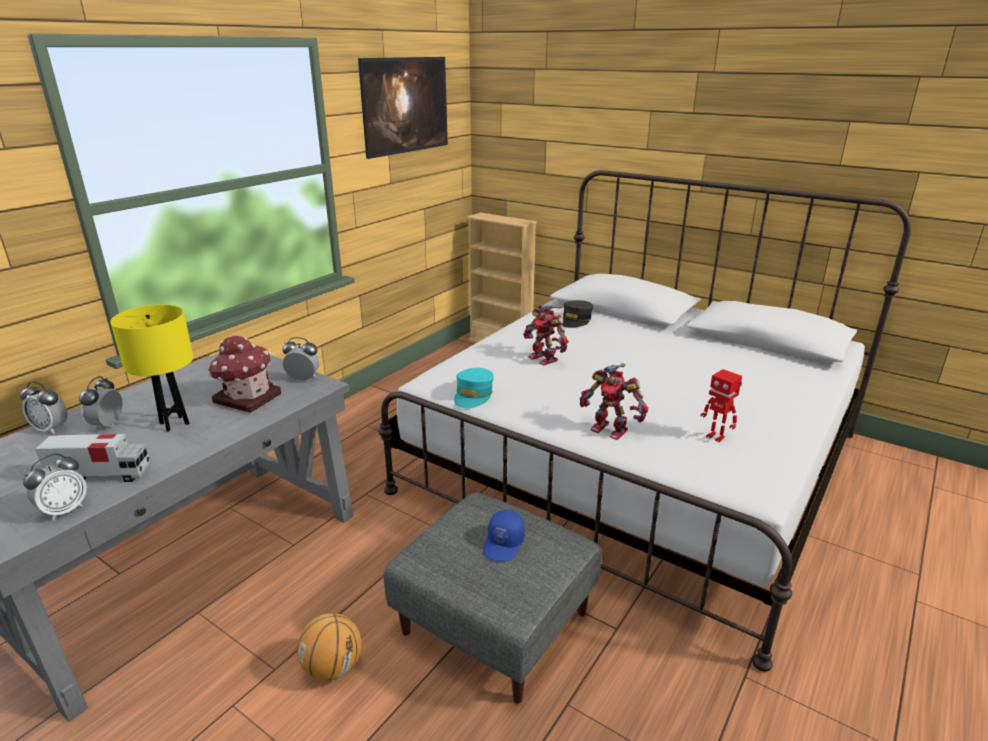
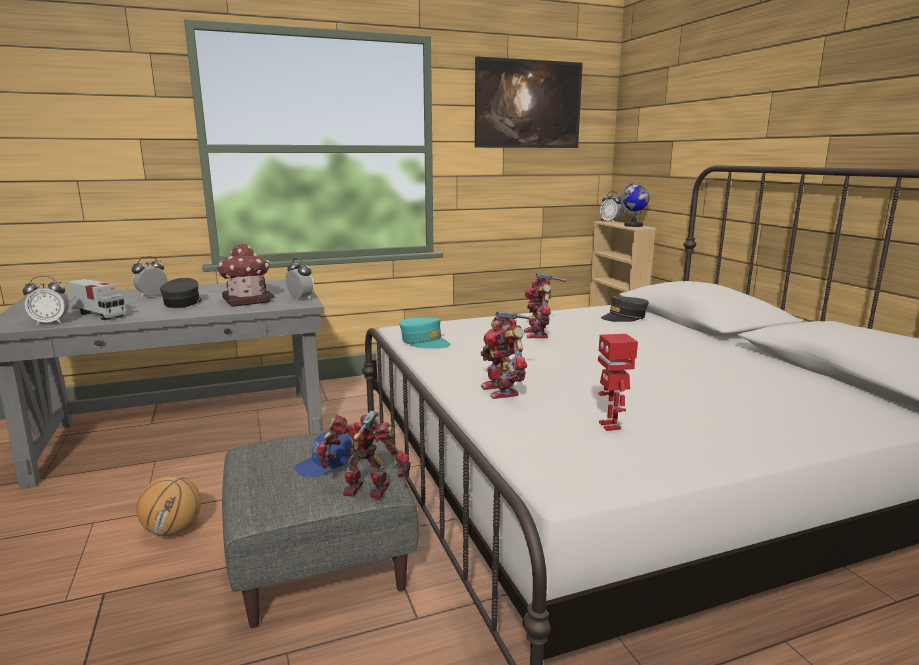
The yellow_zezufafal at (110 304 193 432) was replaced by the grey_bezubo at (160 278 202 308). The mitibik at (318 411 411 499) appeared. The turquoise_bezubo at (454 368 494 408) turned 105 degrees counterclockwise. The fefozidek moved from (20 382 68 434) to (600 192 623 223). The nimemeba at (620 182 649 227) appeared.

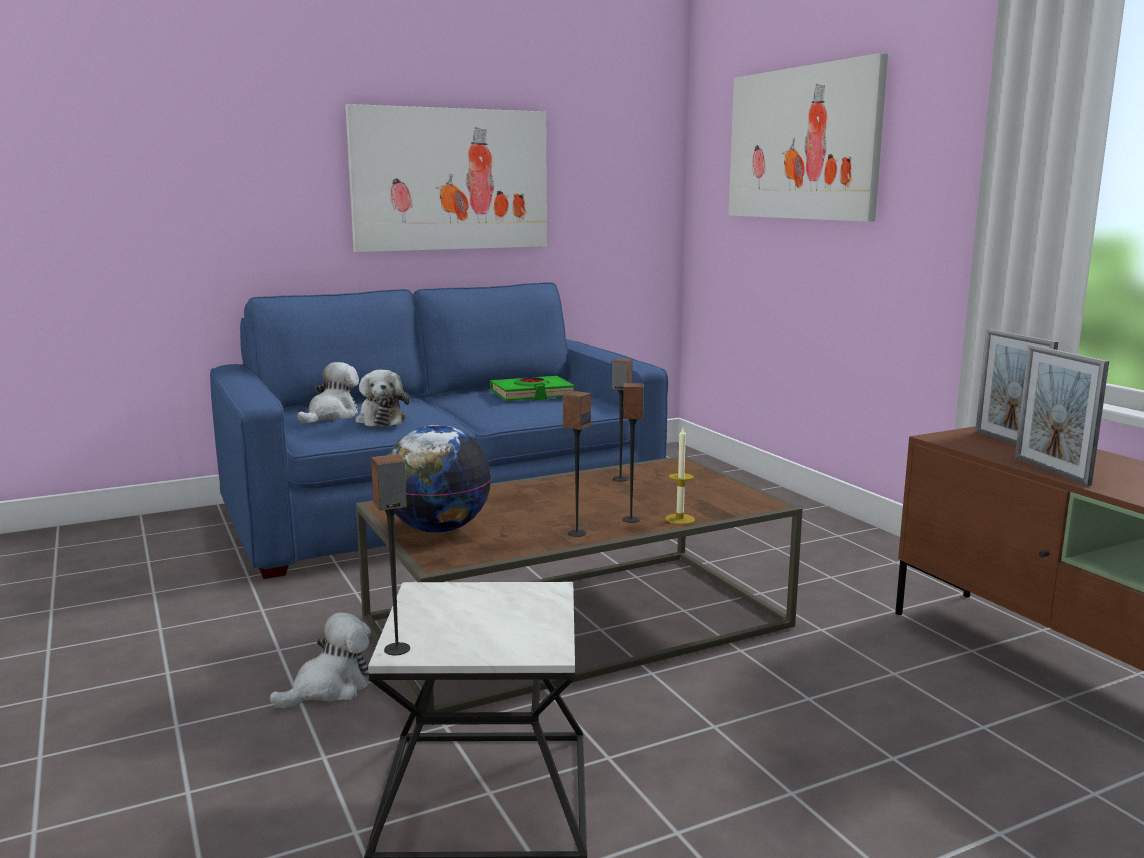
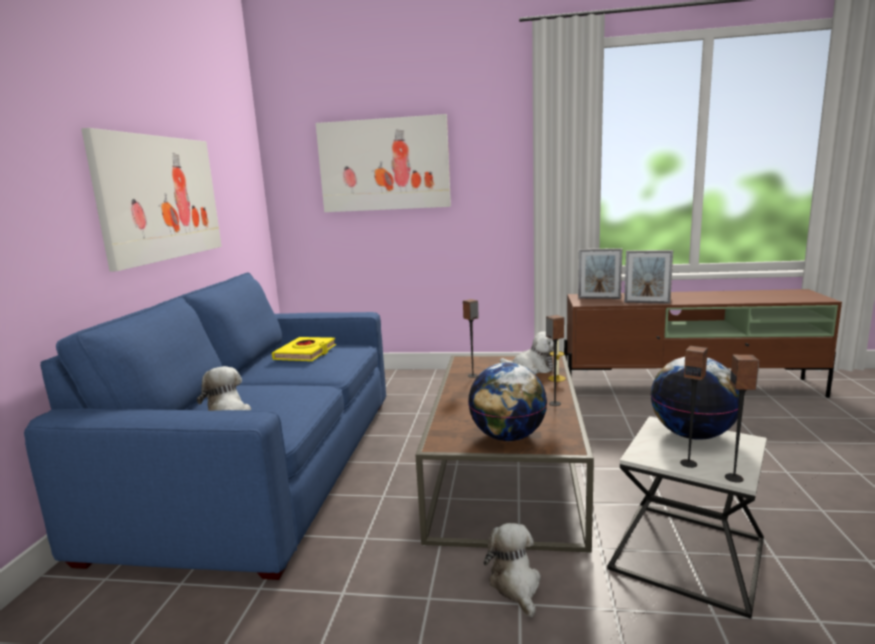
The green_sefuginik at (490 376 575 401) became the yellow_sefuginik at (272 337 336 361). The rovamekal moved from (355 370 410 427) to (500 331 554 374). The nimemeba at (650 357 739 440) appeared. The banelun moved from (622 383 644 523) to (680 346 708 468).

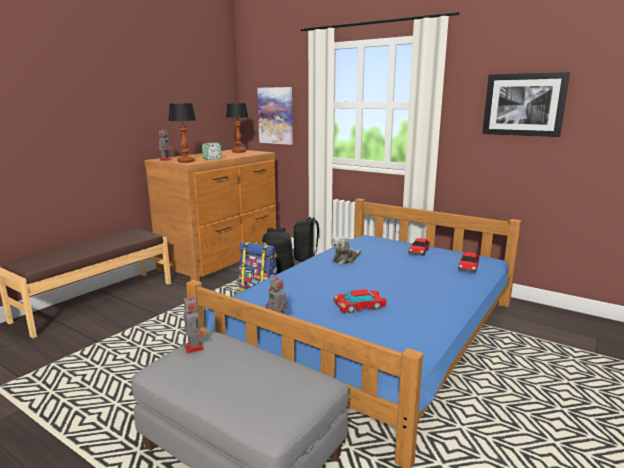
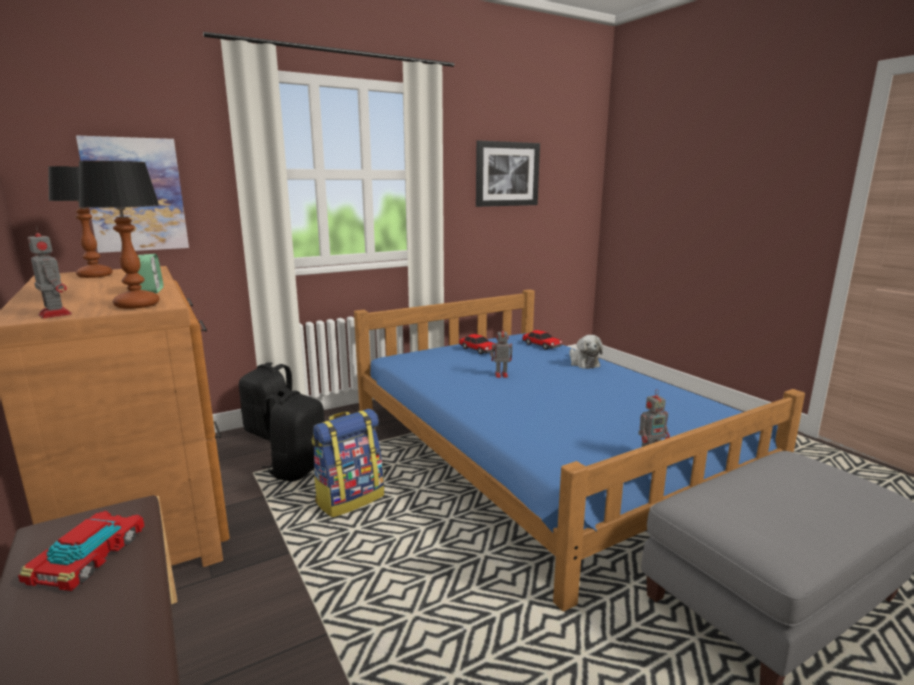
The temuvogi moved from (334 289 387 313) to (18 511 144 591). The mitibik moved from (184 292 204 353) to (490 326 512 378). The rovamekal moved from (332 236 361 265) to (570 335 603 369).

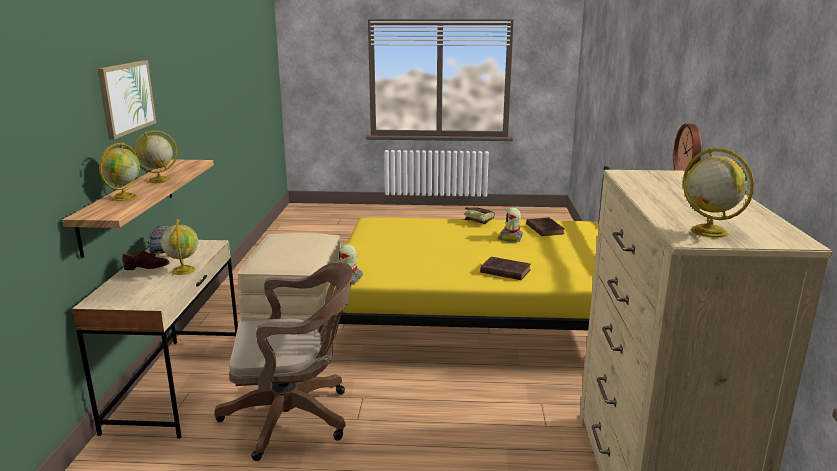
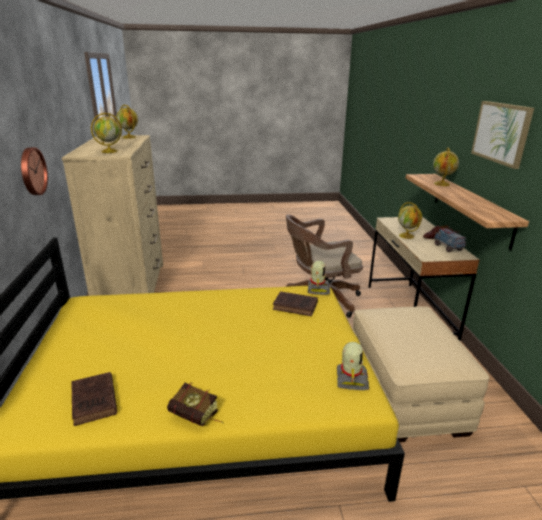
The nimemeba moved from (133 131 178 183) to (91 113 122 153). The brown_sefuginik moved from (480 257 531 280) to (273 291 318 316). The mitibik moved from (498 208 523 242) to (337 342 369 390).

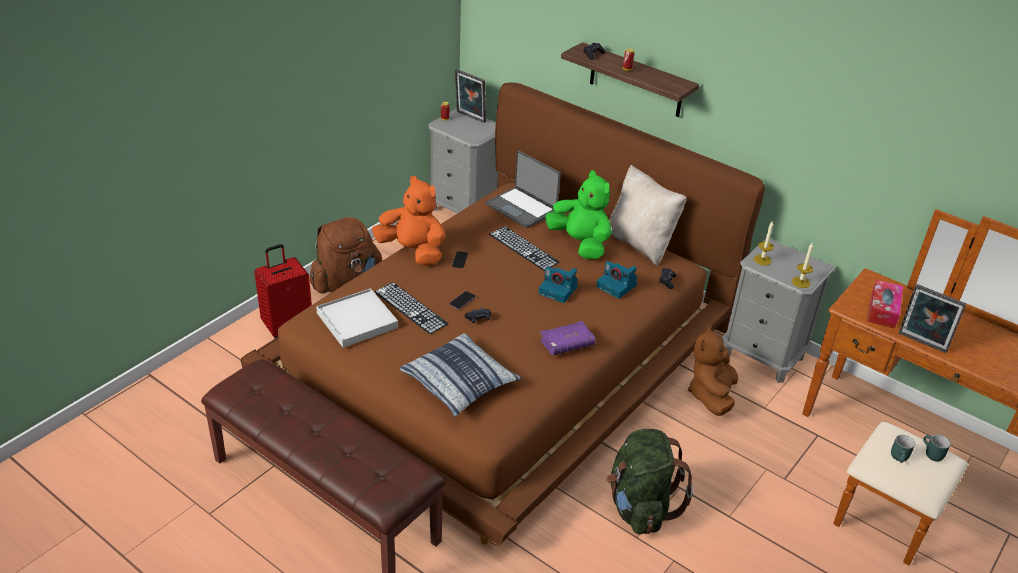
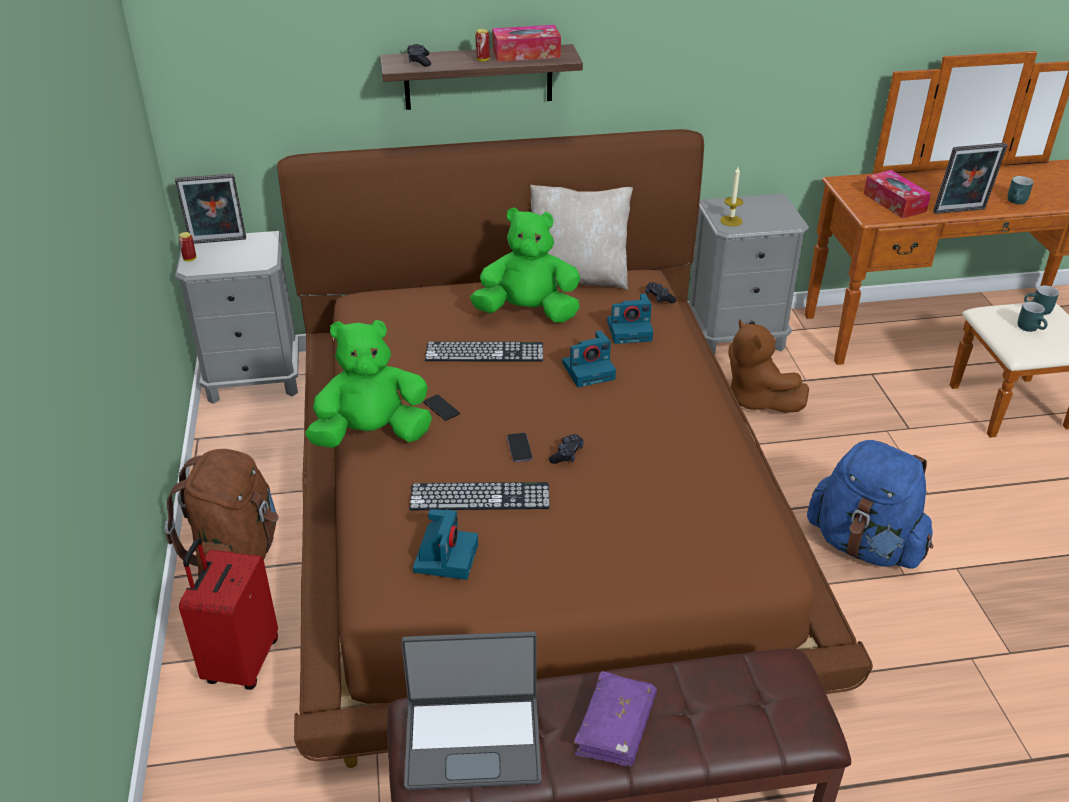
The orange_rovamekal at (372 176 445 266) became the green_rovamekal at (305 320 432 448). The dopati moved from (486 150 561 228) to (401 631 542 790). The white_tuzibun at (316 288 398 348) was replaced by the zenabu at (413 509 478 580). The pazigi at (492 25 561 62) appeared. The purple_sefuginik moved from (540 321 595 355) to (574 671 657 766). The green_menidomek at (606 429 694 534) became the blue_menidomek at (807 440 933 569). The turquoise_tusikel at (1007 176 1034 204) appeared. The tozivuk at (400 333 522 417) disappeared. The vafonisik at (792 243 813 288) disappeared.

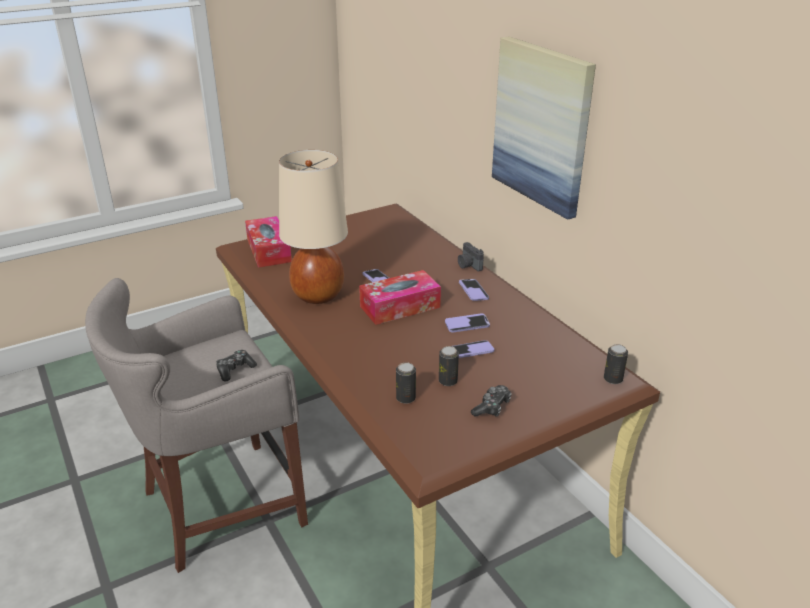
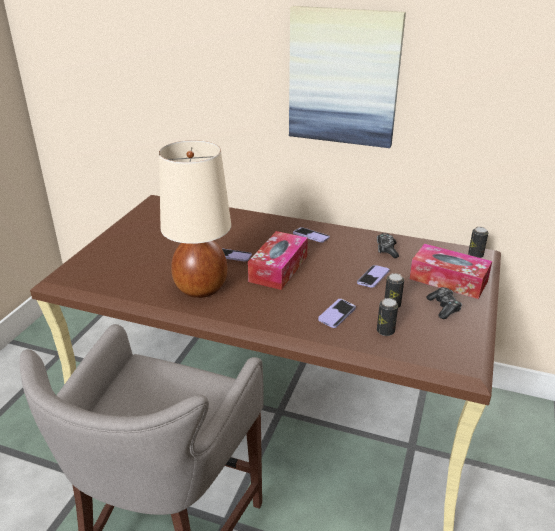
The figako moved from (445 313 490 333) to (318 299 356 328). The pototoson moved from (216 350 257 381) to (377 233 399 258). The pazigi moved from (245 216 292 268) to (410 244 492 299). The zenabu at (458 242 484 271) disappeared.

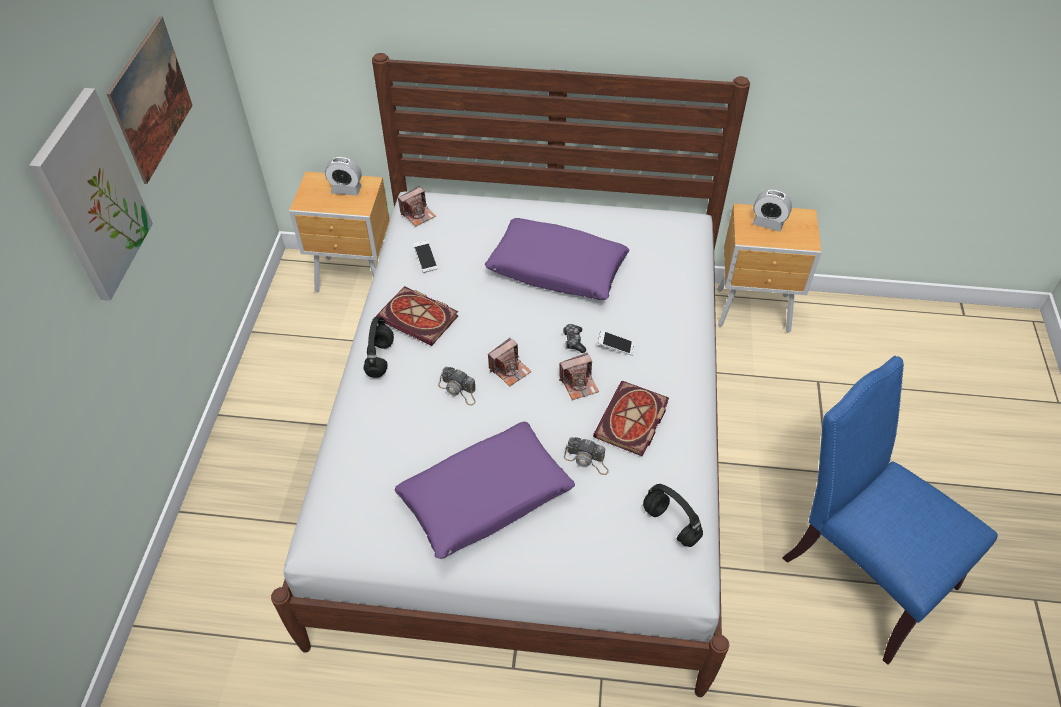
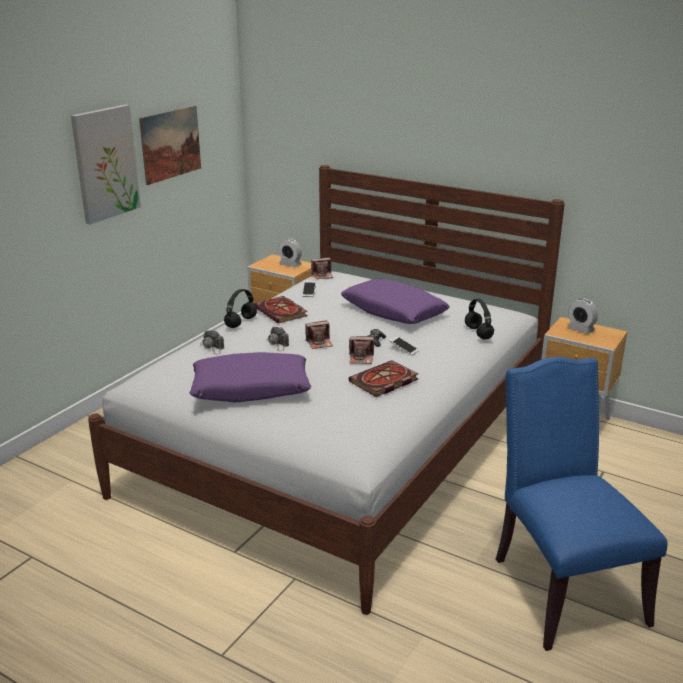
The zenabu moved from (564 437 609 475) to (200 330 224 354). The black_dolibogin moved from (643 484 703 547) to (465 299 494 340).

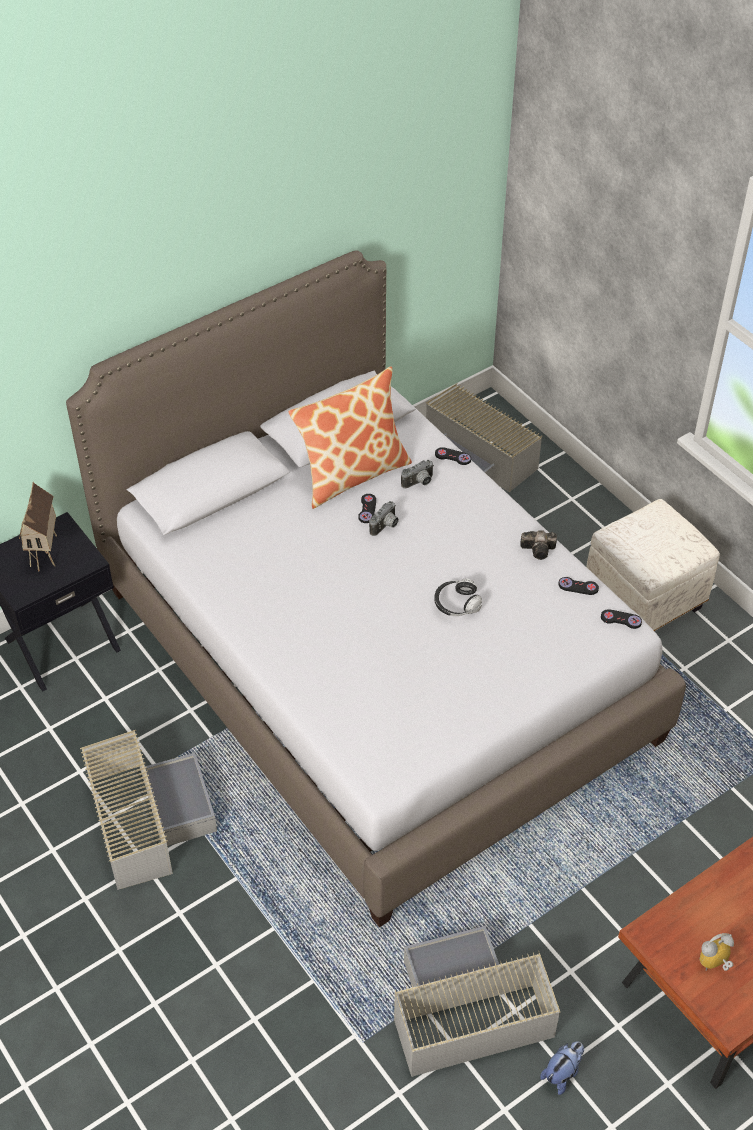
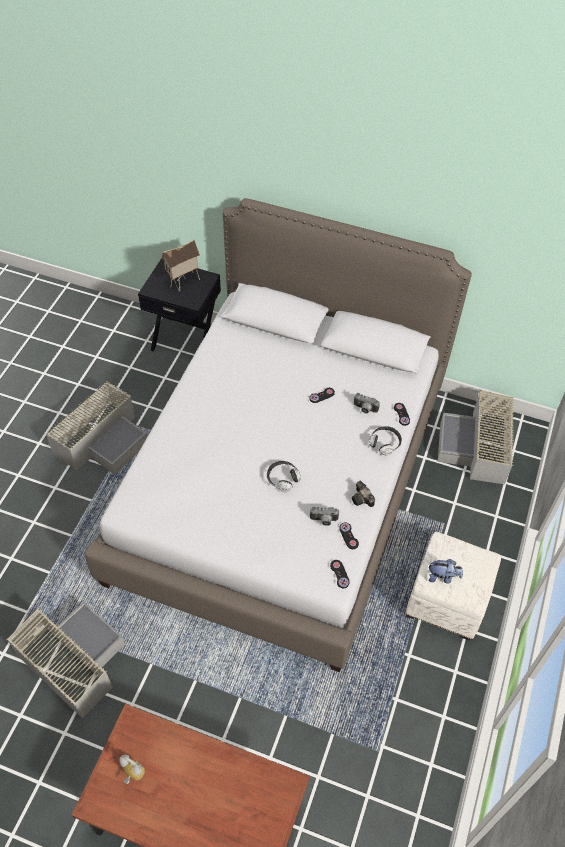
The zenabu moved from (369 501 399 536) to (310 507 339 526). The dolibogin at (369 426 402 456) appeared. The rovamekal moved from (540 1041 584 1095) to (429 559 463 584). The tozivuk at (288 366 412 509) disappeared.

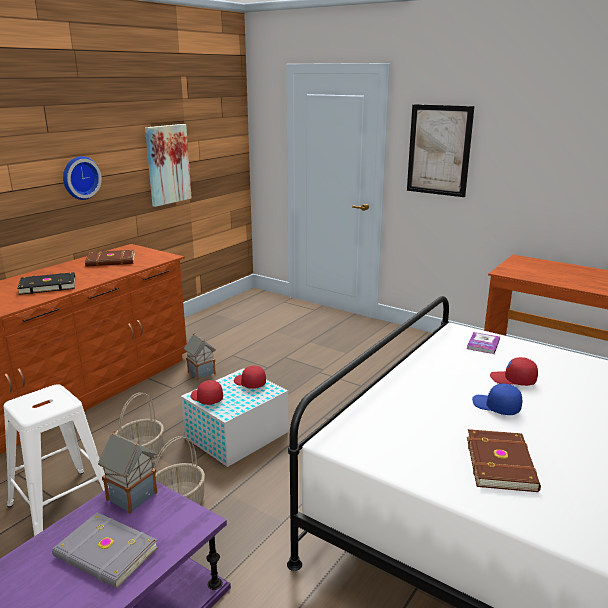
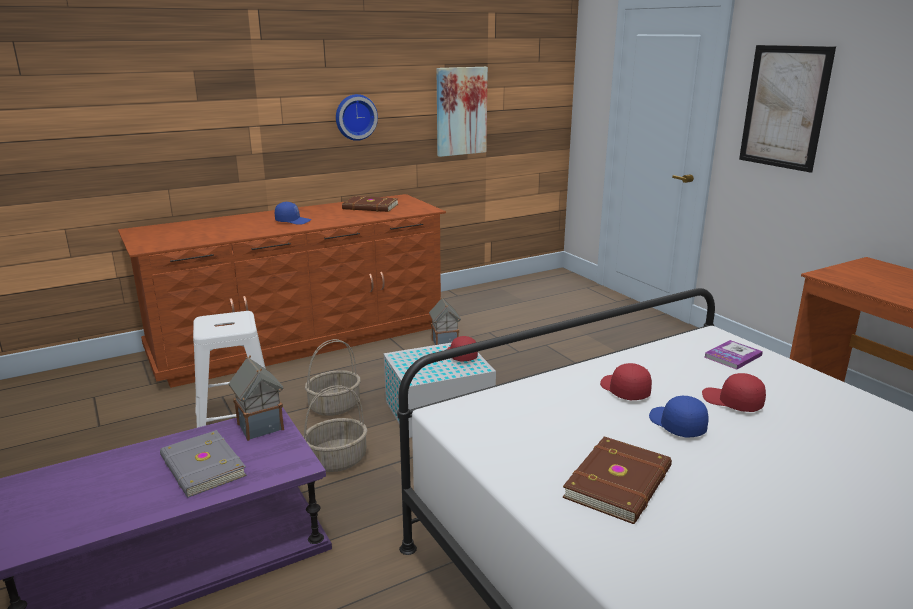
The black_sefuginik at (17 272 75 295) was replaced by the blue_bezubo at (275 202 311 225). The red_bezubo moved from (191 380 223 405) to (600 363 652 400).

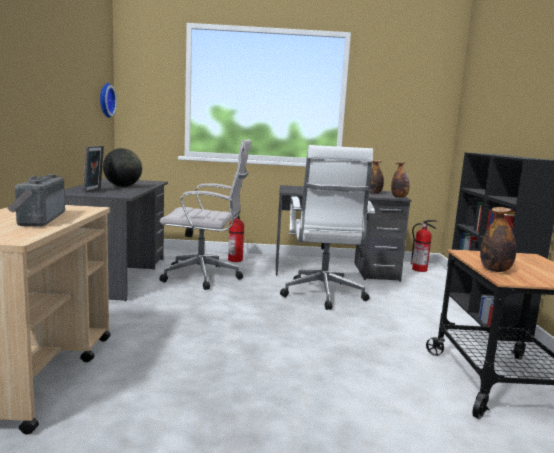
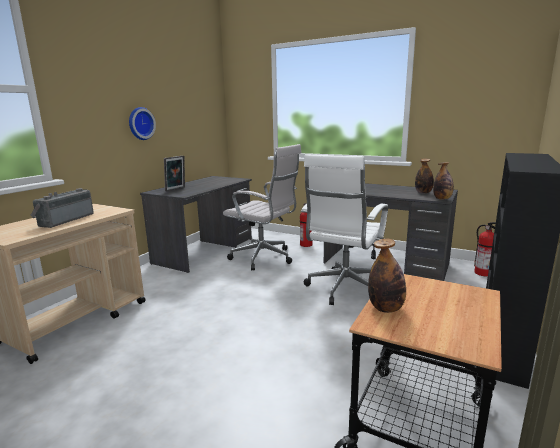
The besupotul moved from (100 83 117 118) to (129 107 156 140). The nimemeba at (103 148 142 187) disappeared.

